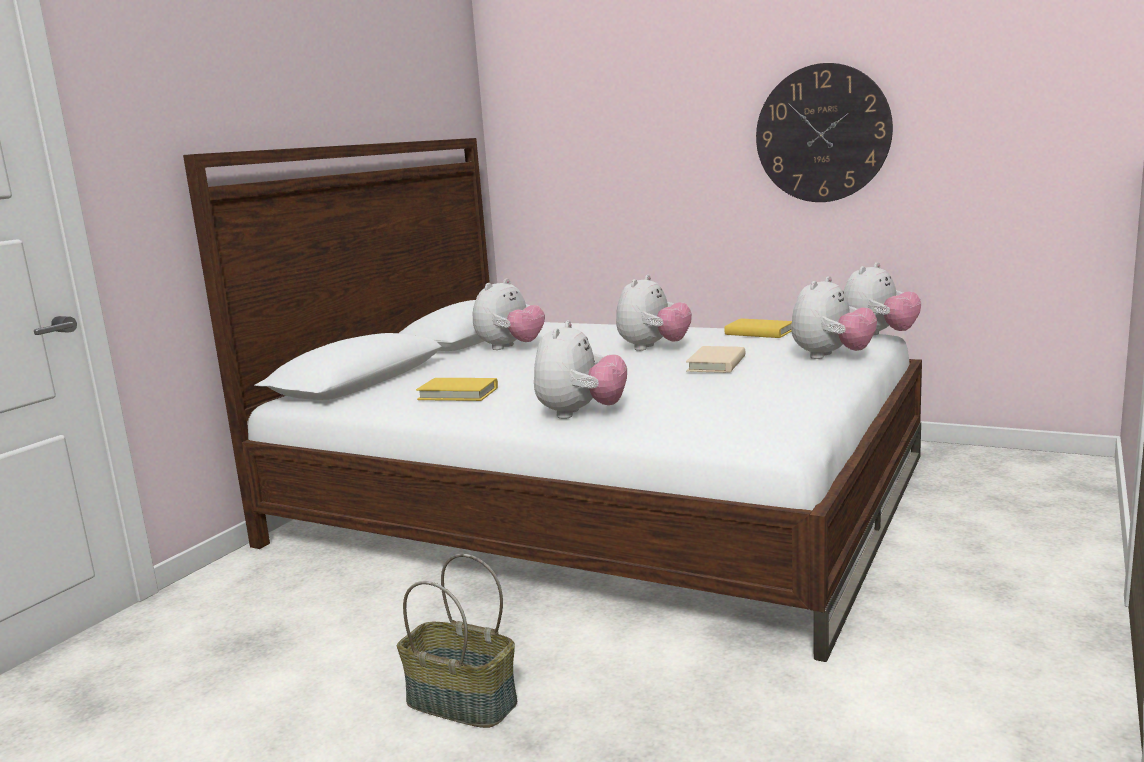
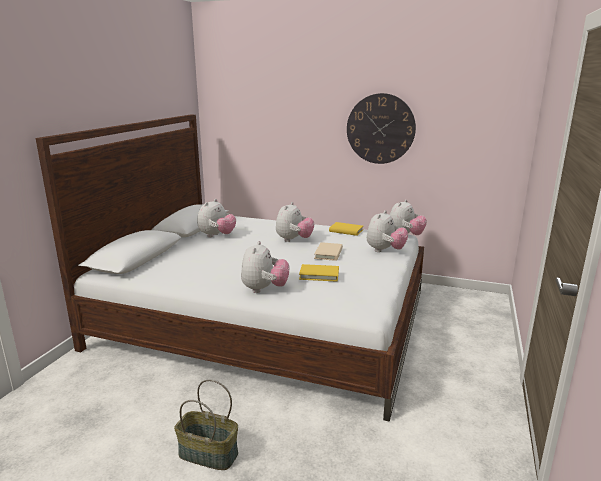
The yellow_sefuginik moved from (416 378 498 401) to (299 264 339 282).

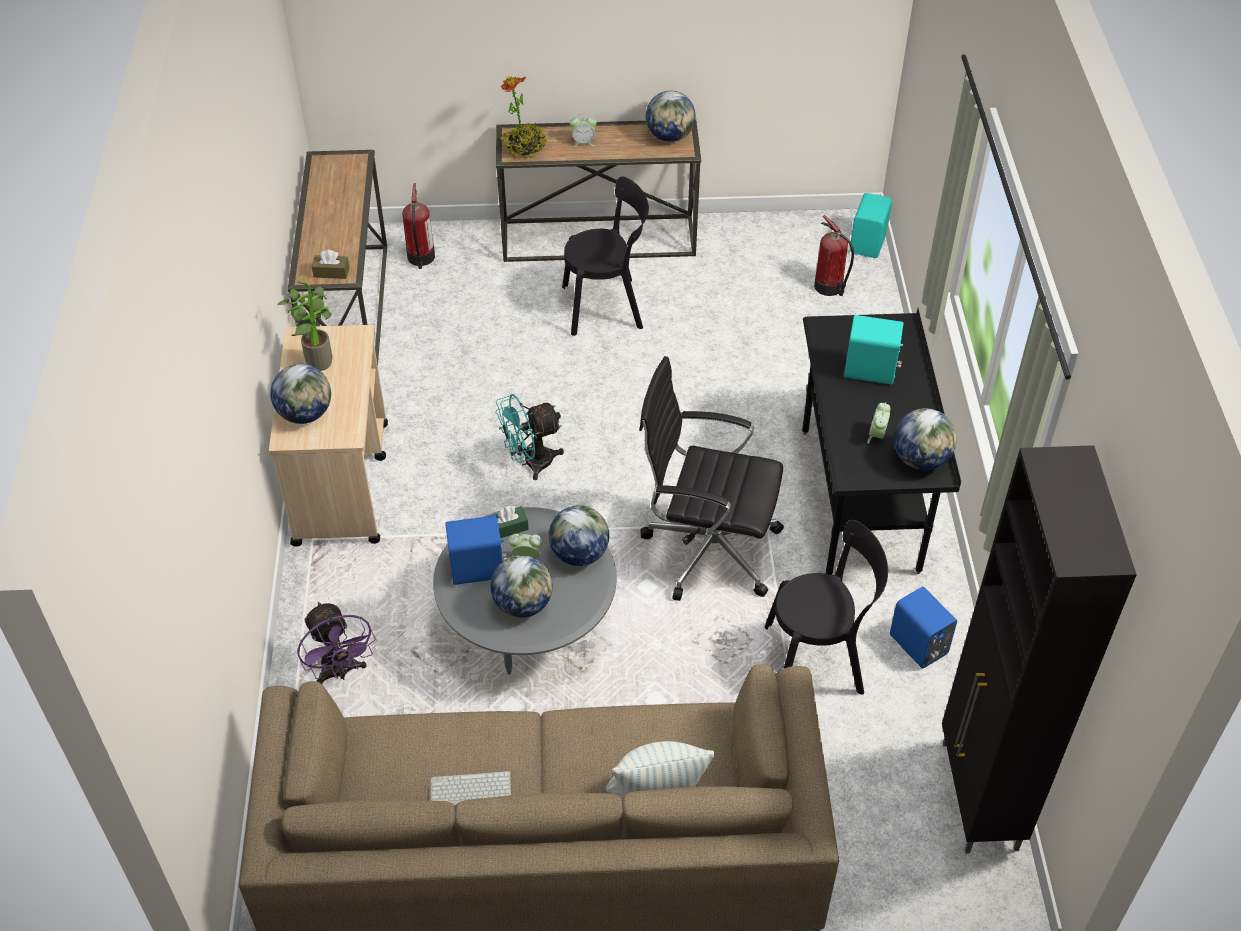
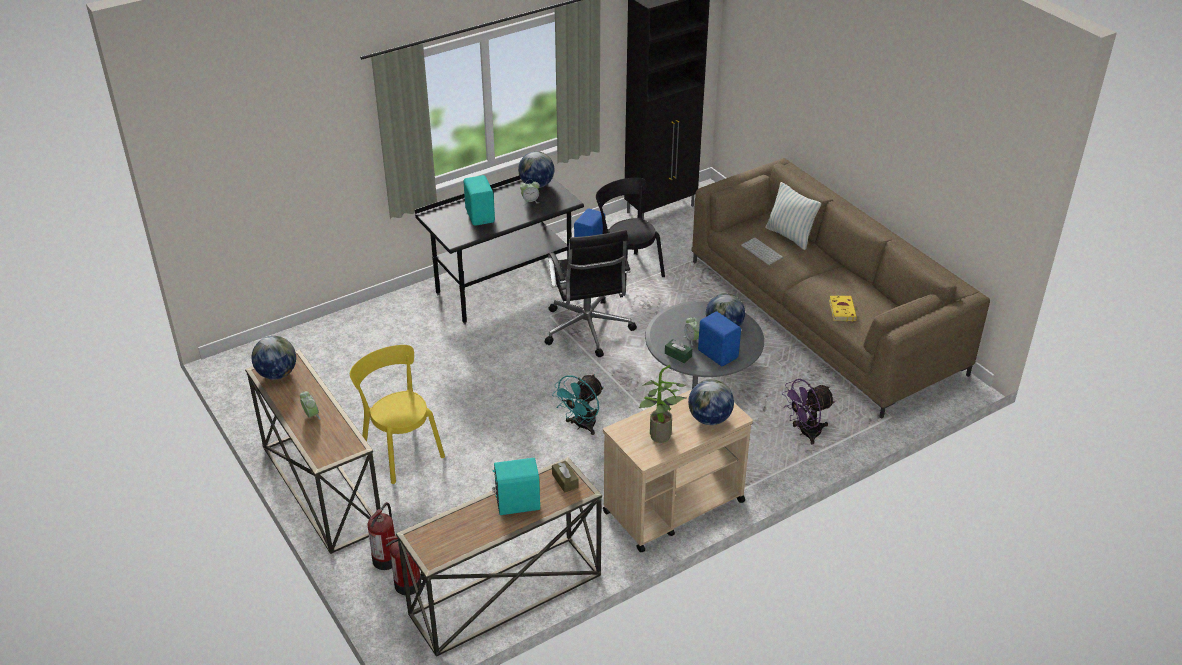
The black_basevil at (562 176 649 336) became the yellow_basevil at (350 345 445 484). The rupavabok moved from (814 215 854 296) to (367 502 395 570). The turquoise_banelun moved from (850 193 892 258) to (492 458 540 515). The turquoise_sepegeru at (495 394 564 480) turned 90 degrees clockwise. The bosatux moved from (430 771 511 806) to (741 237 784 265). The purple_sepegeru at (297 602 376 684) turned 150 degrees counterclockwise. The yellow_sefuginik at (829 296 857 321) appeared. The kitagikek at (501 76 547 158) disappeared. The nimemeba at (549 505 609 566) disappeared.

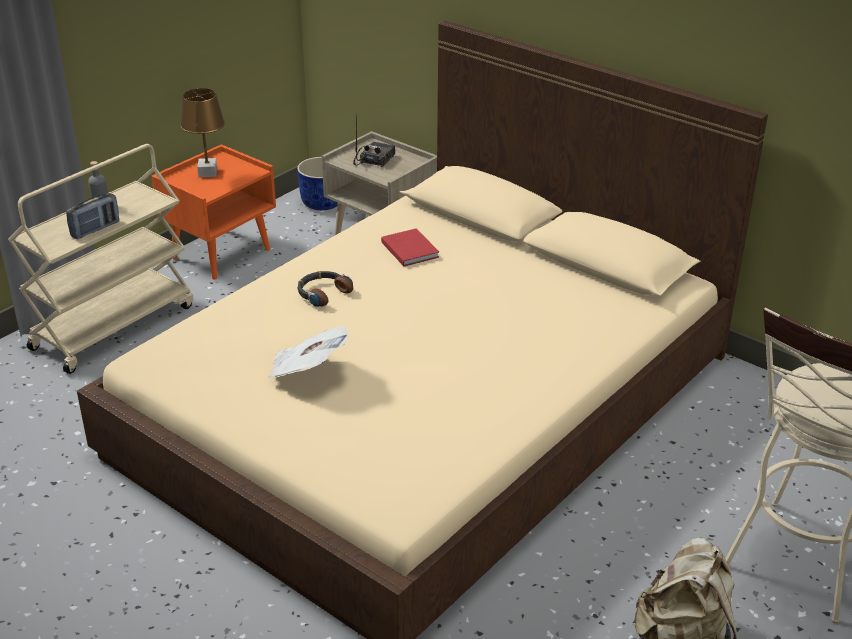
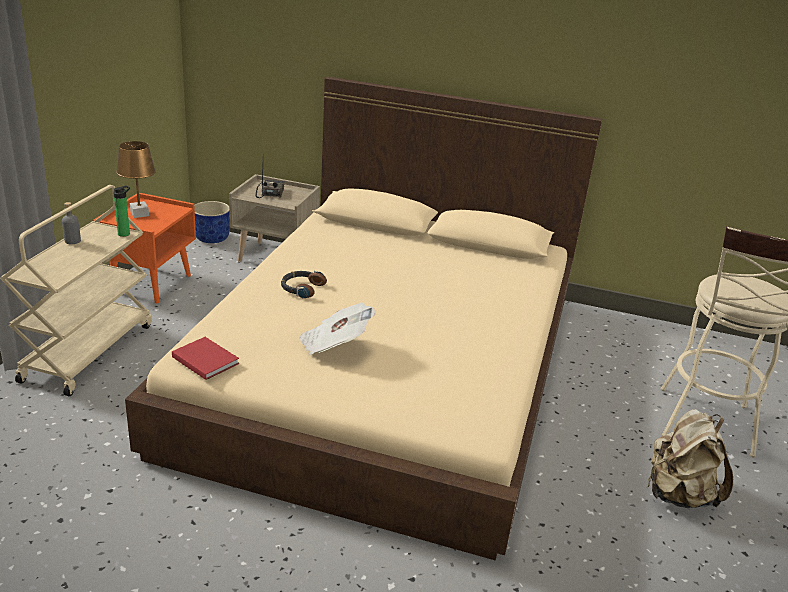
The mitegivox at (113 185 130 237) appeared. The red_sefuginik moved from (381 229 439 266) to (172 337 239 380). The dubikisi at (66 193 119 239) disappeared.

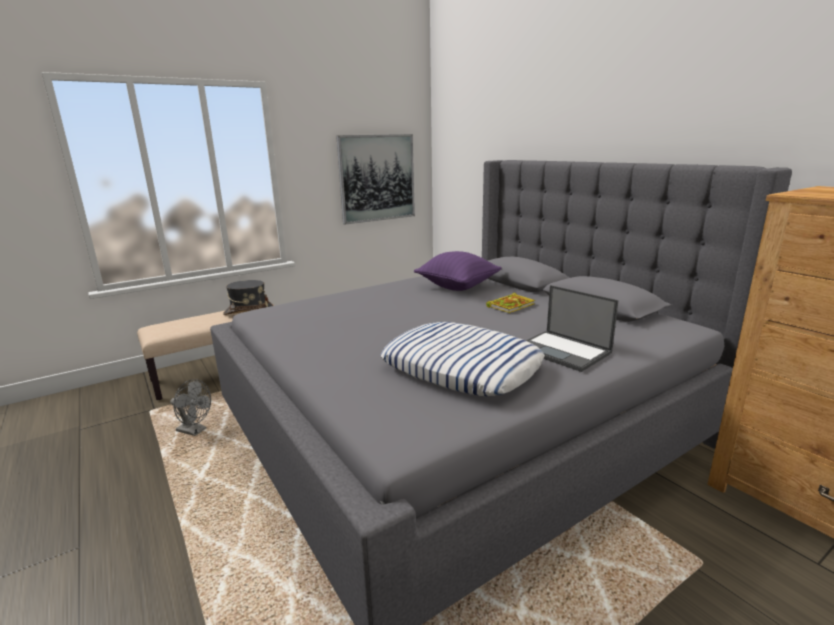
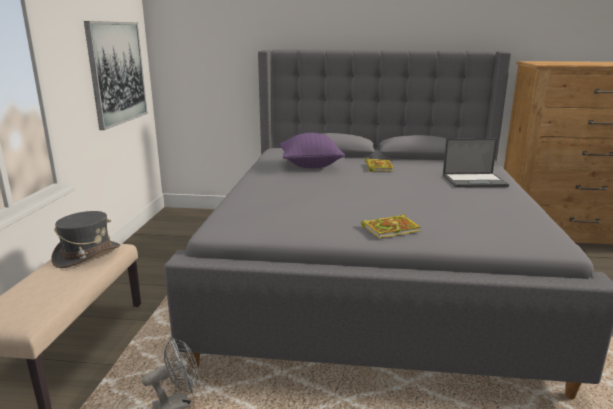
The sefuginik at (361 214 421 238) appeared. The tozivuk at (381 322 545 396) disappeared.

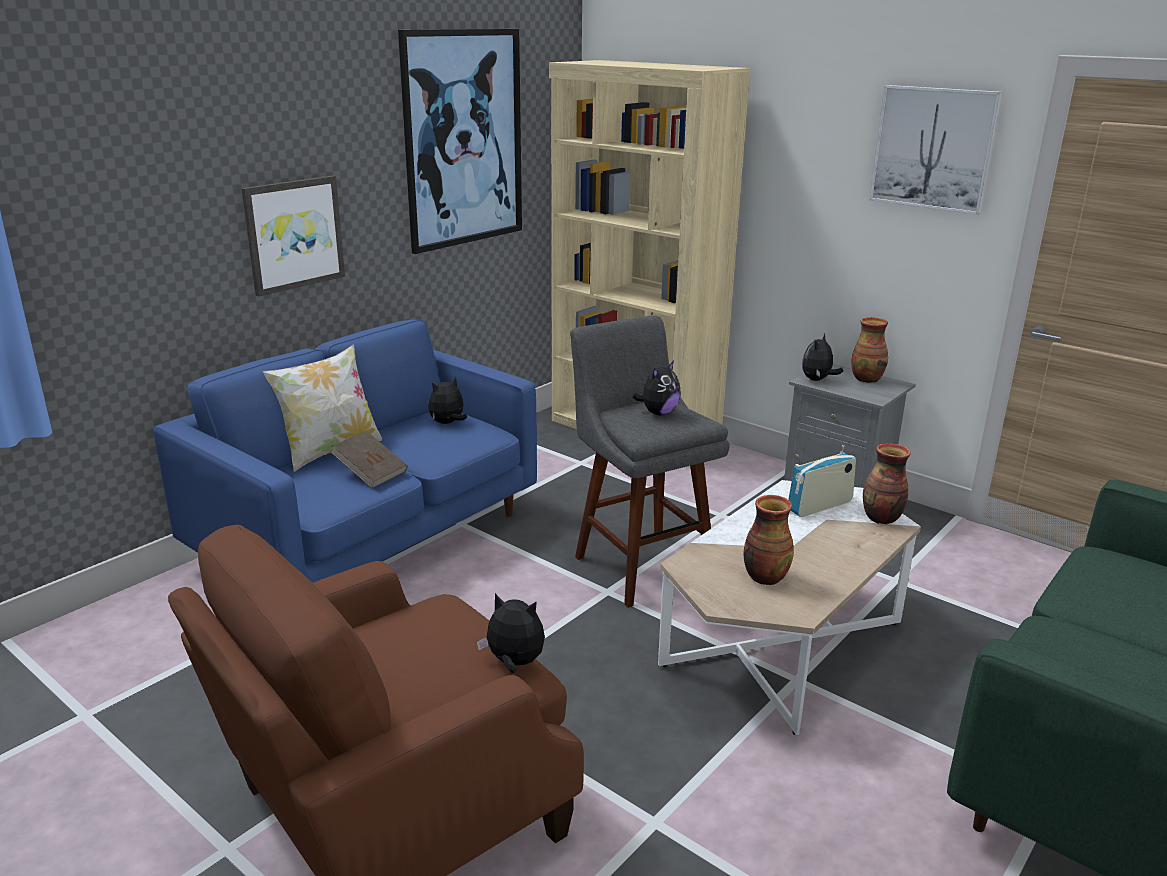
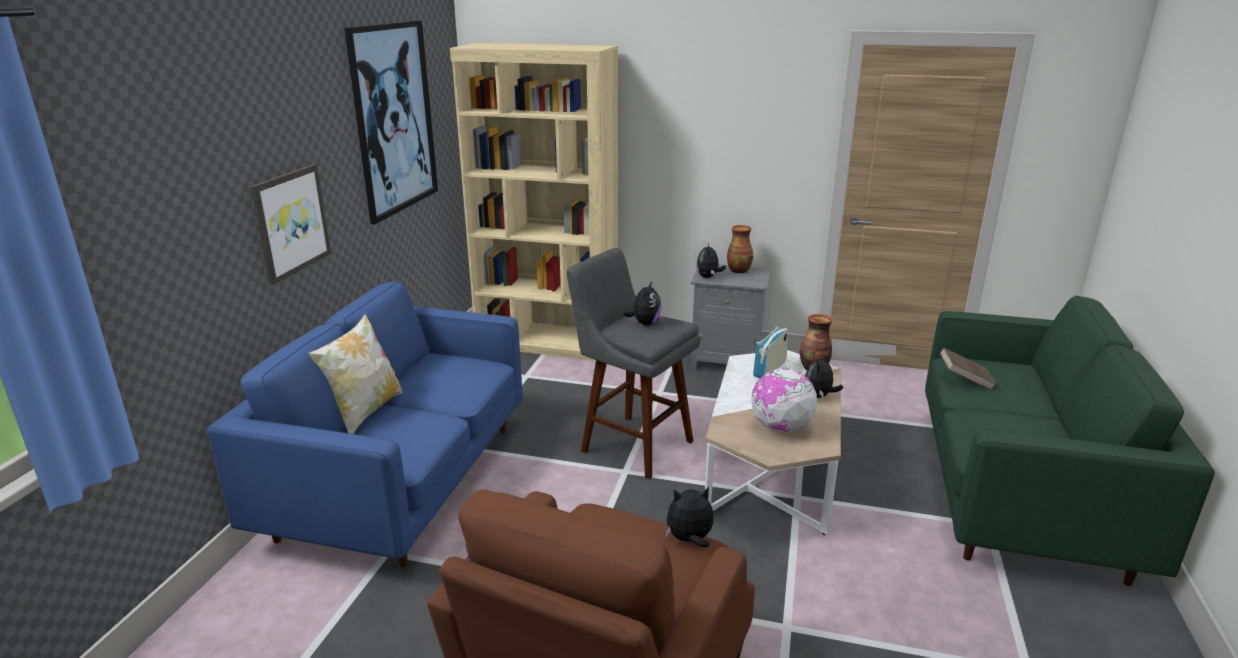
The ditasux at (743 495 794 585) was replaced by the nimemeba at (751 368 817 433). The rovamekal moved from (428 377 467 424) to (805 352 843 398). The brown_sefuginik moved from (331 431 408 488) to (940 348 996 390). The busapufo at (869 85 1003 215) disappeared.

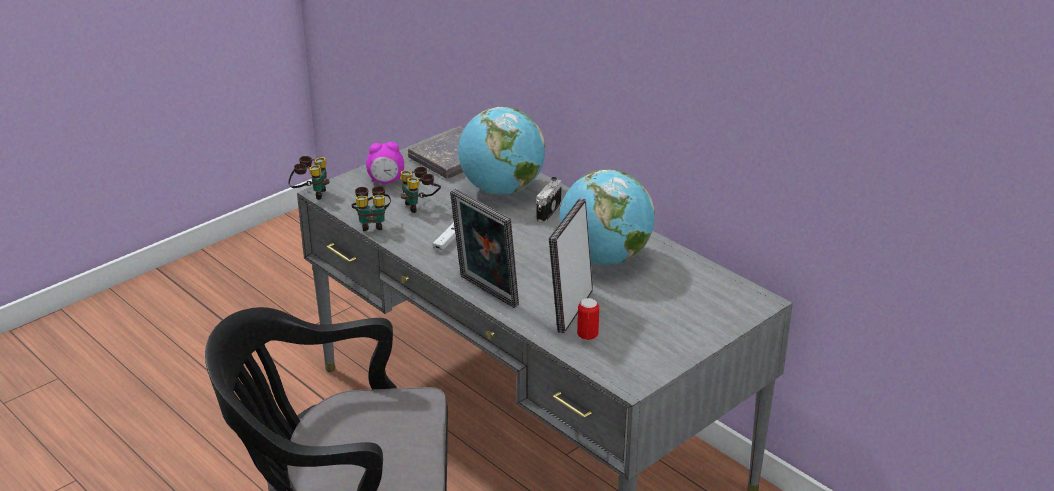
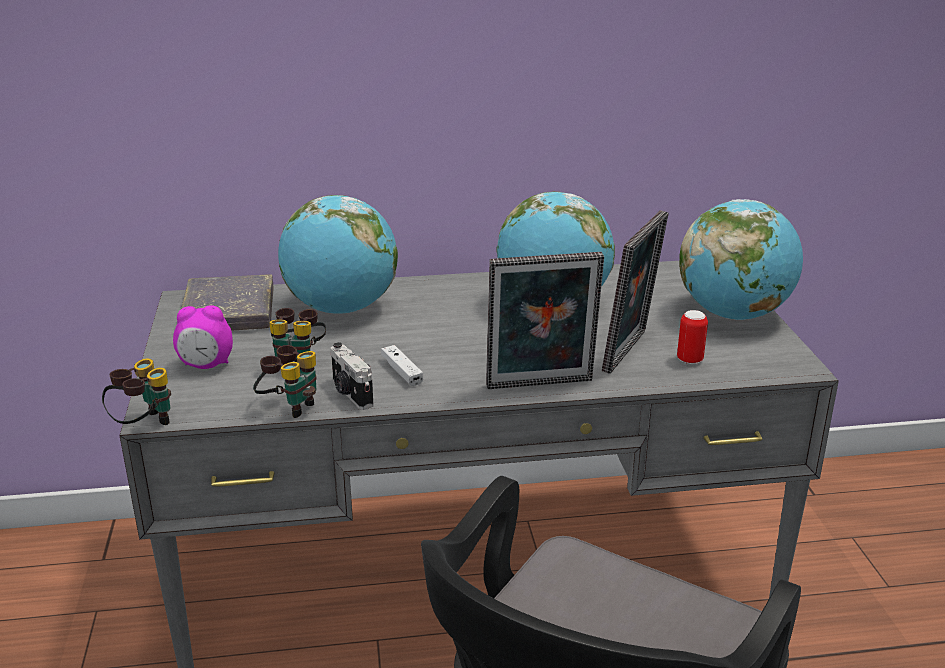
The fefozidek at (366 142 404 184) turned 60 degrees clockwise. The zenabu moved from (536 177 562 223) to (330 342 374 410). The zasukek at (549 198 593 333) turned 120 degrees counterclockwise. The nimemeba at (679 199 803 320) appeared.

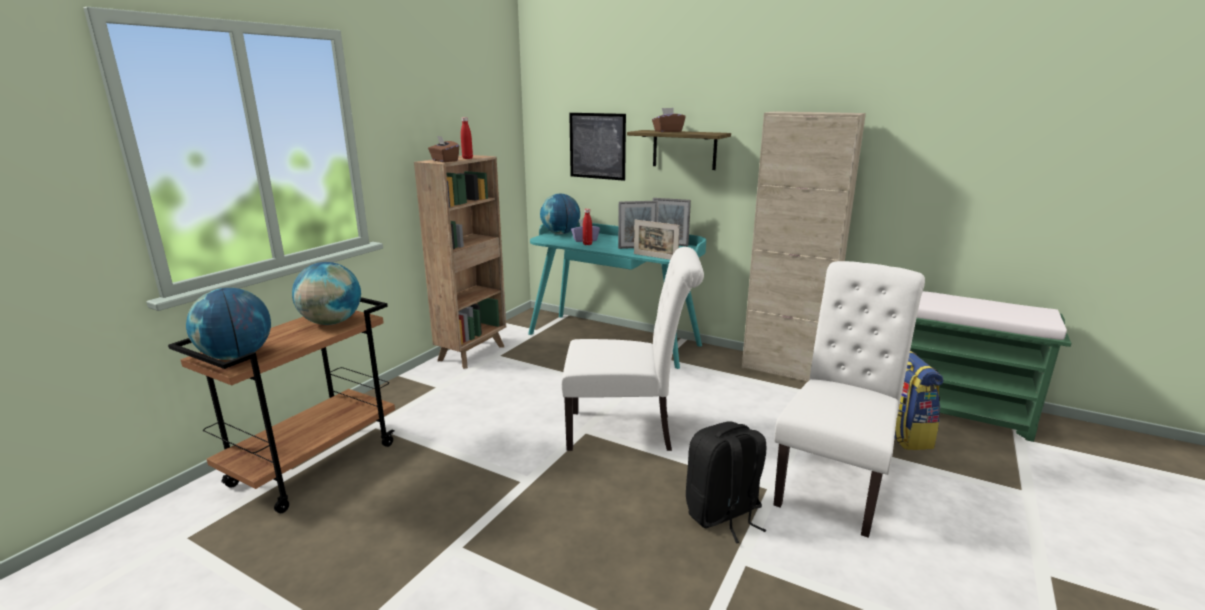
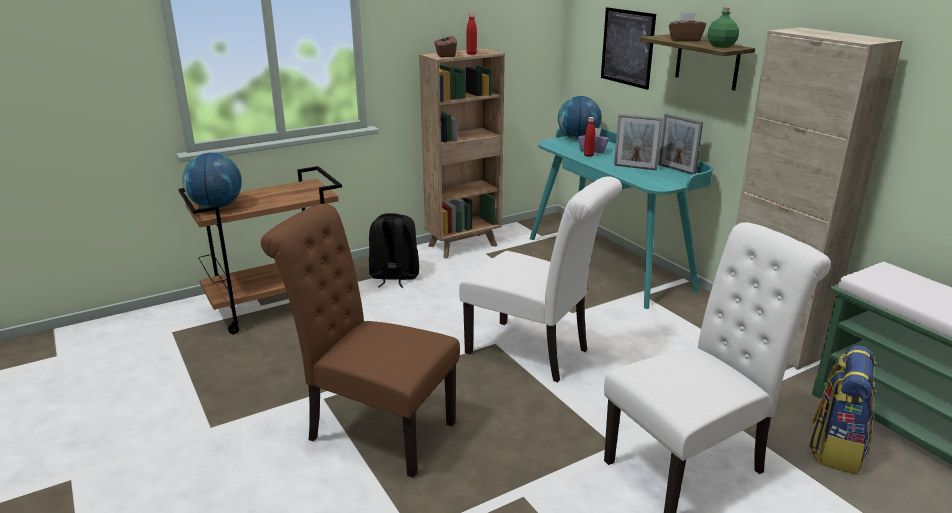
The brown_basevil at (261 204 460 478) appeared. The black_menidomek moved from (686 421 767 543) to (369 213 419 288). The green_mitegivox at (707 7 739 48) appeared. The nimemeba at (292 262 361 325) disappeared. The zasukek at (634 220 680 260) disappeared.

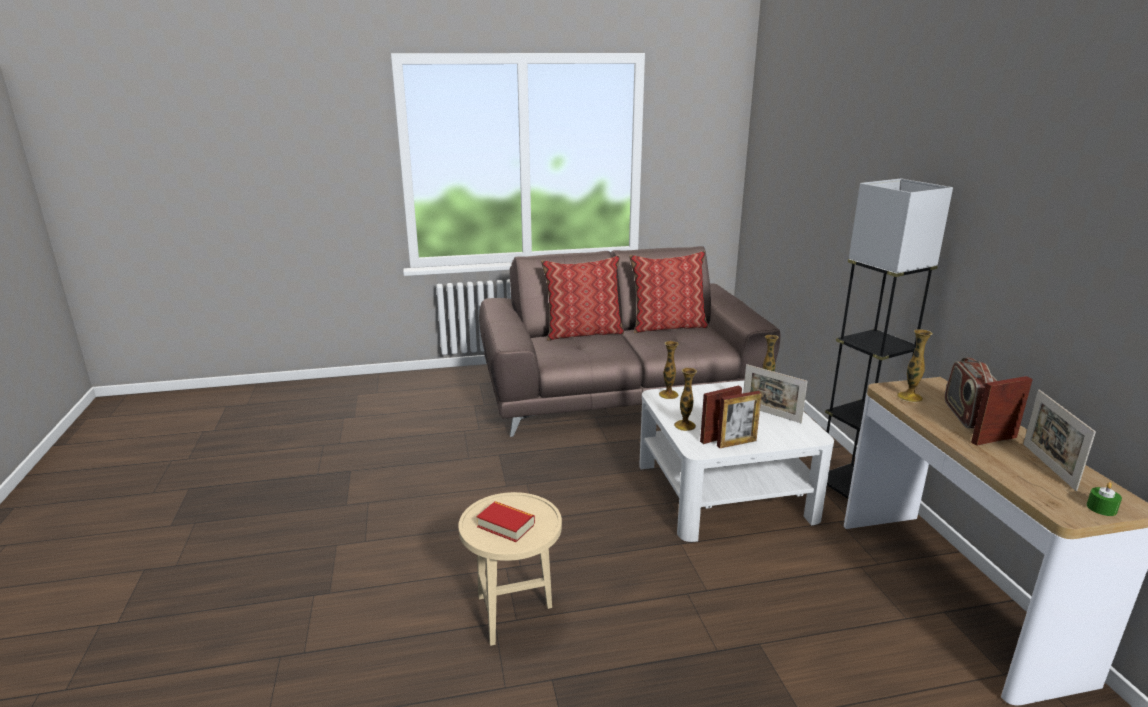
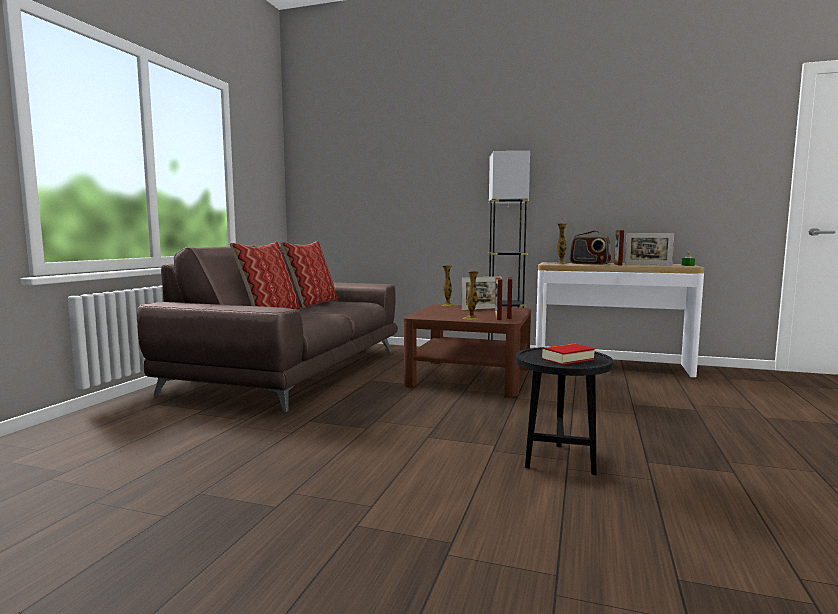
The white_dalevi at (639 381 834 542) became the brown_dalevi at (404 304 531 397). The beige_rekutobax at (458 492 562 646) became the black_rekutobax at (516 347 613 475). The ditasux at (659 341 679 399) disappeared.

